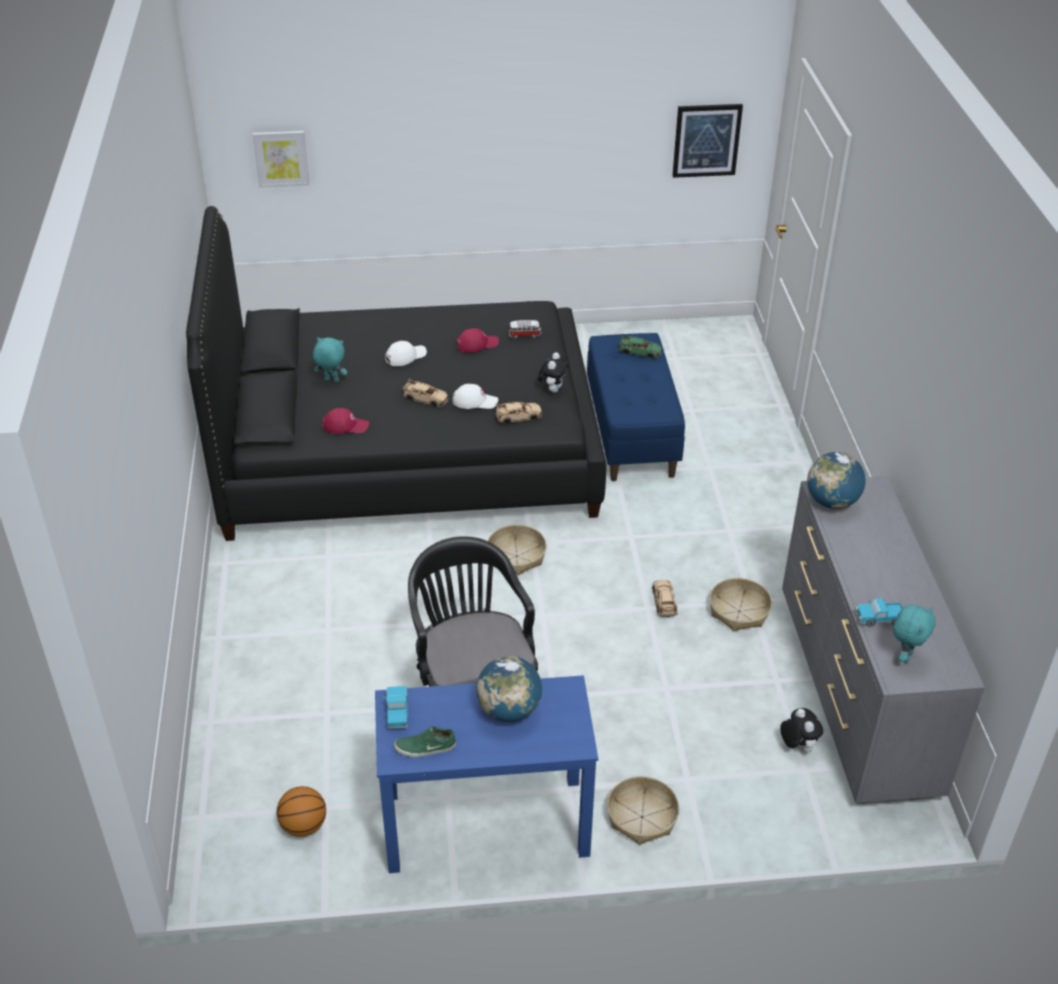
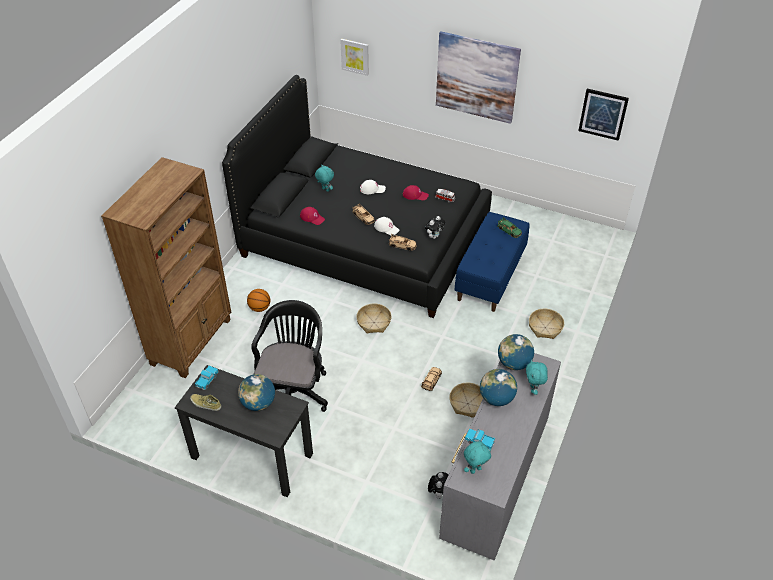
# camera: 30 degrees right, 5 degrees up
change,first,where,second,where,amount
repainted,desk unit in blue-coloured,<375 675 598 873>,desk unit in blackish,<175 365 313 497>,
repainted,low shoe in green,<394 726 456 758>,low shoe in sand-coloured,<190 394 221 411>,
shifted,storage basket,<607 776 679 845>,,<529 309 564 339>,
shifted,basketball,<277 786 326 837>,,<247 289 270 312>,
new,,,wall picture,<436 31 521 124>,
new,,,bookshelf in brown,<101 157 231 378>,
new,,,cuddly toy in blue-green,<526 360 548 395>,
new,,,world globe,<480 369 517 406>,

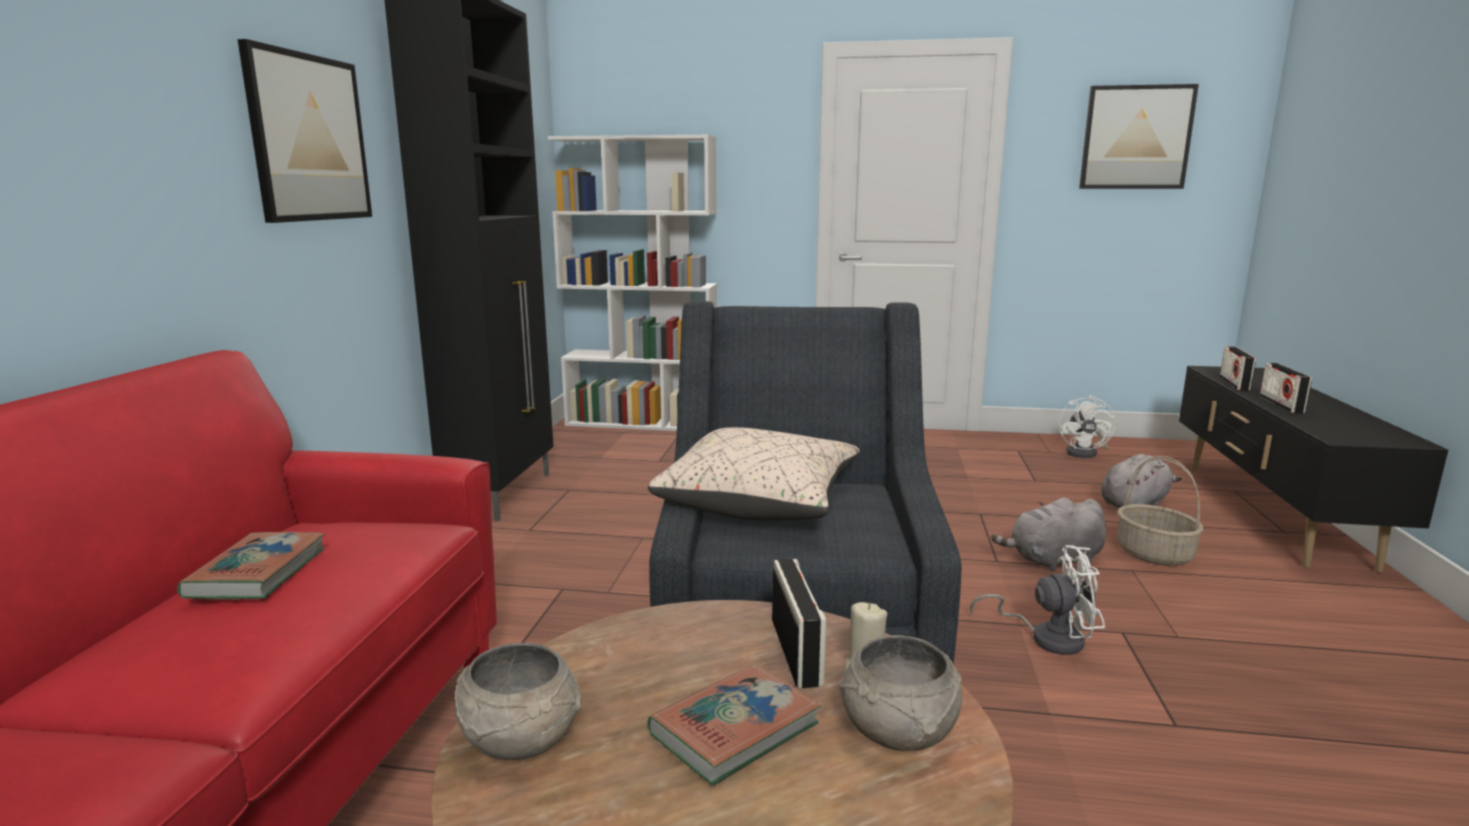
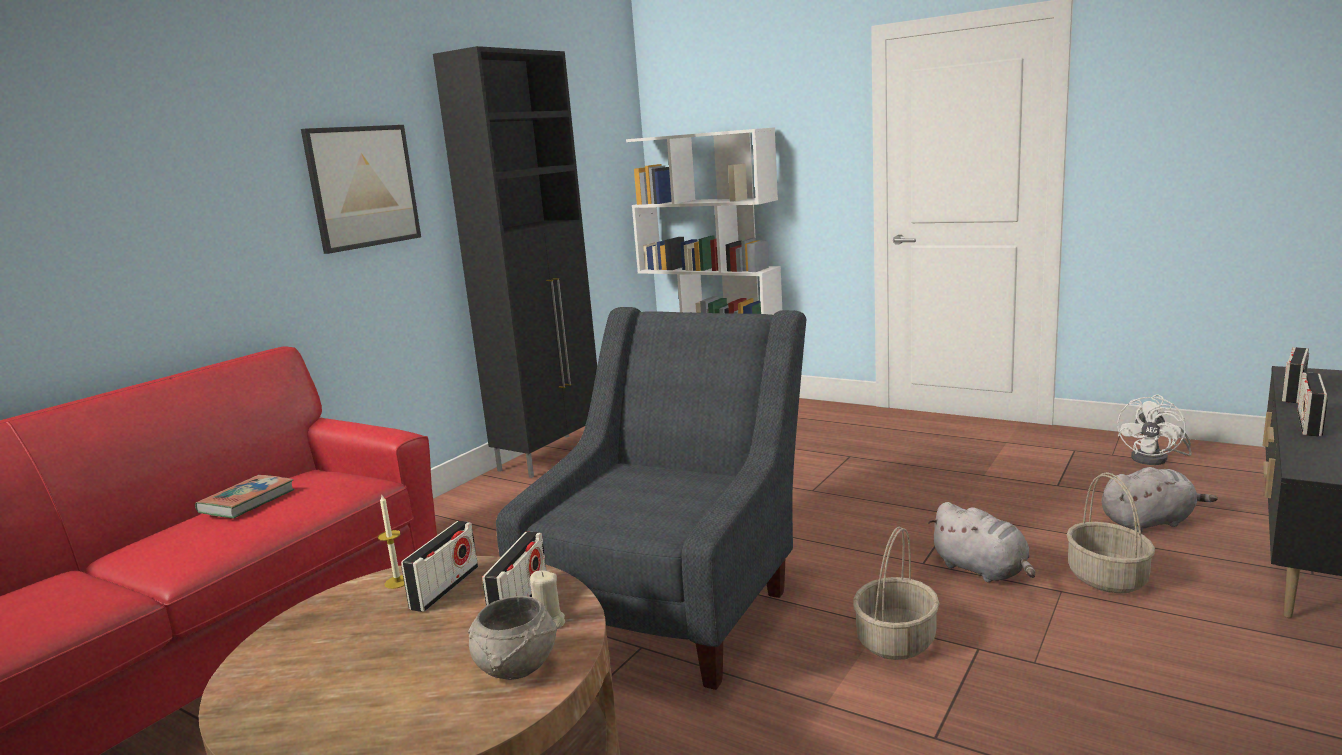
# camera: 25 degrees right, 0 degrees up
change,first,where,second,where,amount
gone,wall picture,<1079 84 1199 189>,,,
gone,pillow in sand-coloured,<648 427 859 520>,,,
rotated,cuddly toy in grey,<991 497 1106 572>,,<928 502 1035 583>,135 degrees counterclockwise
swapped,electric fan in whitish,<970 545 1105 655>,storage basket,<853 527 939 660>,
gone,deep dish in grey,<454 643 582 760>,,,
gone,bound book,<648 664 821 785>,,,
new,,,candle,<378 495 405 589>,
new,,,radio receiver,<401 521 478 612>,

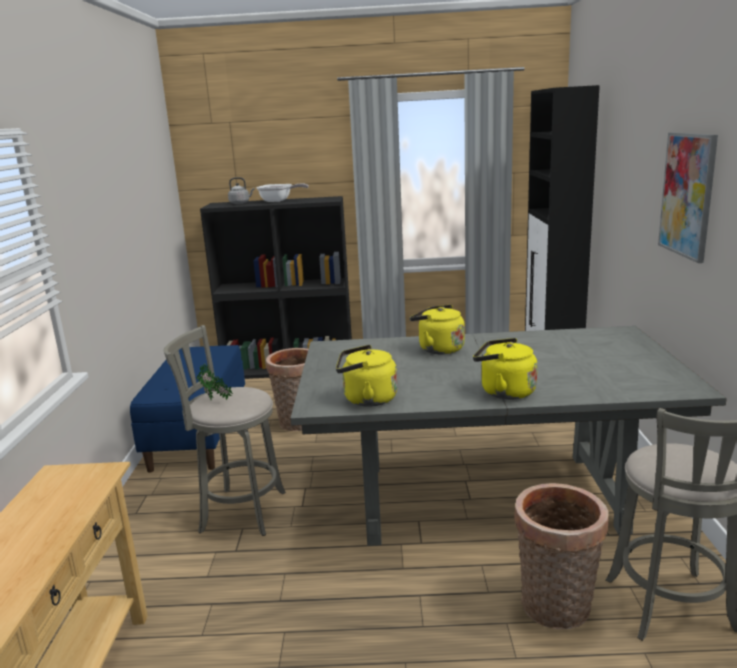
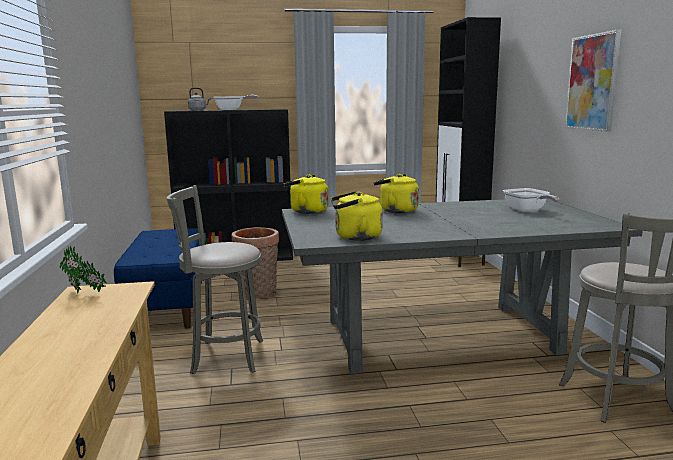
# camera: 10 degrees left, 5 degrees down
change,first,where,second,where,amount
shifted,water kettle in yellow,<473 338 537 400>,,<283 175 329 214>,
shifted,plant in a pot,<197 364 233 400>,,<60 245 106 293>,
gone,storage basket,<514 483 609 629>,,,
new,,,frying pan,<503 188 559 212>,

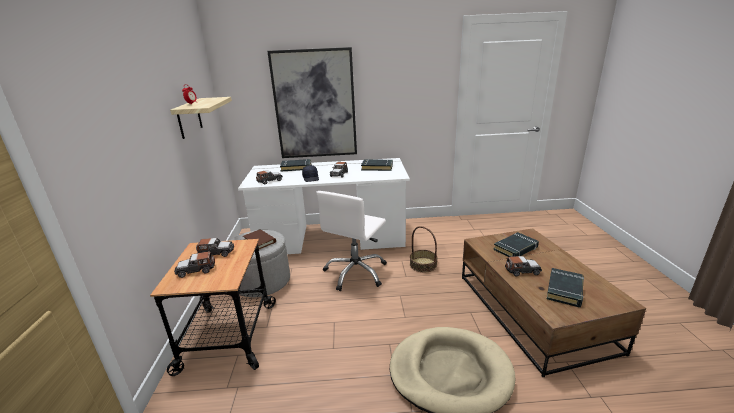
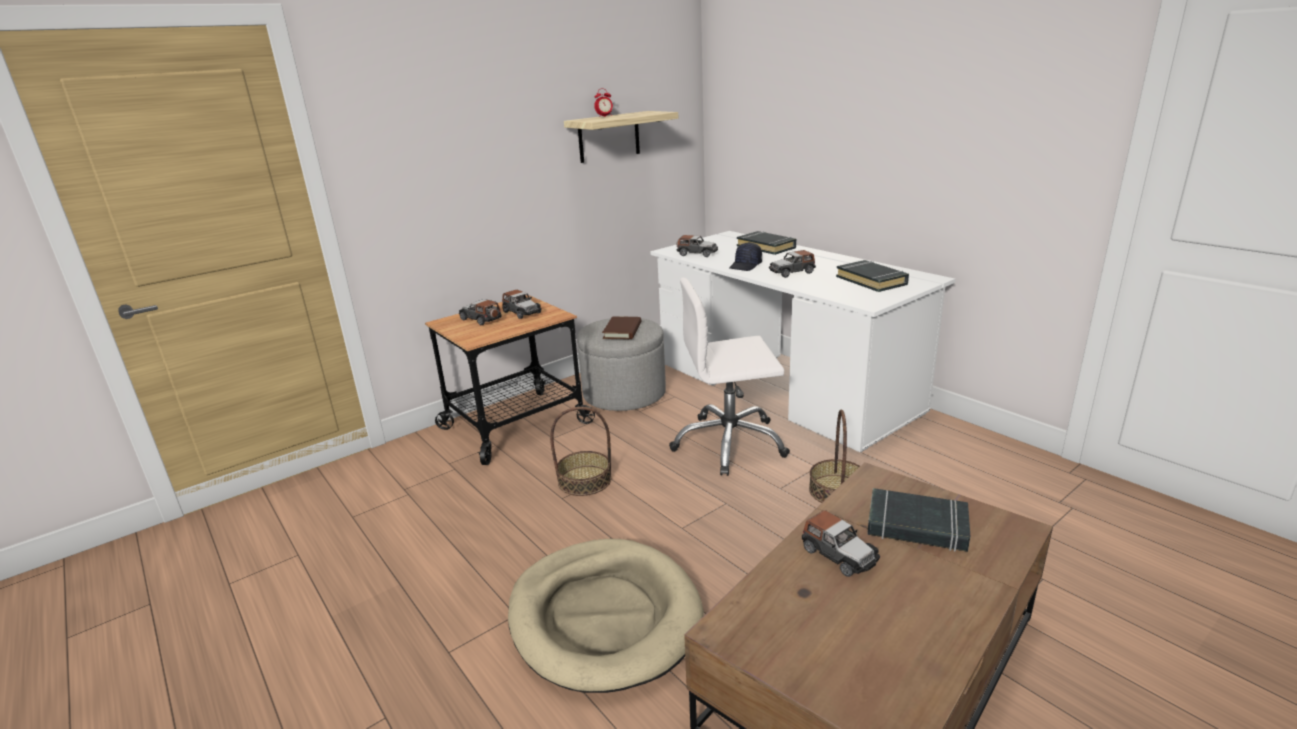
# camera: 55 degrees right, 0 degrees up
change,first,where,second,where,amount
gone,wall picture,<267 47 357 158>,,,
gone,bound book in blackish,<547 268 584 307>,,,
new,,,storage basket,<550 407 611 496>,

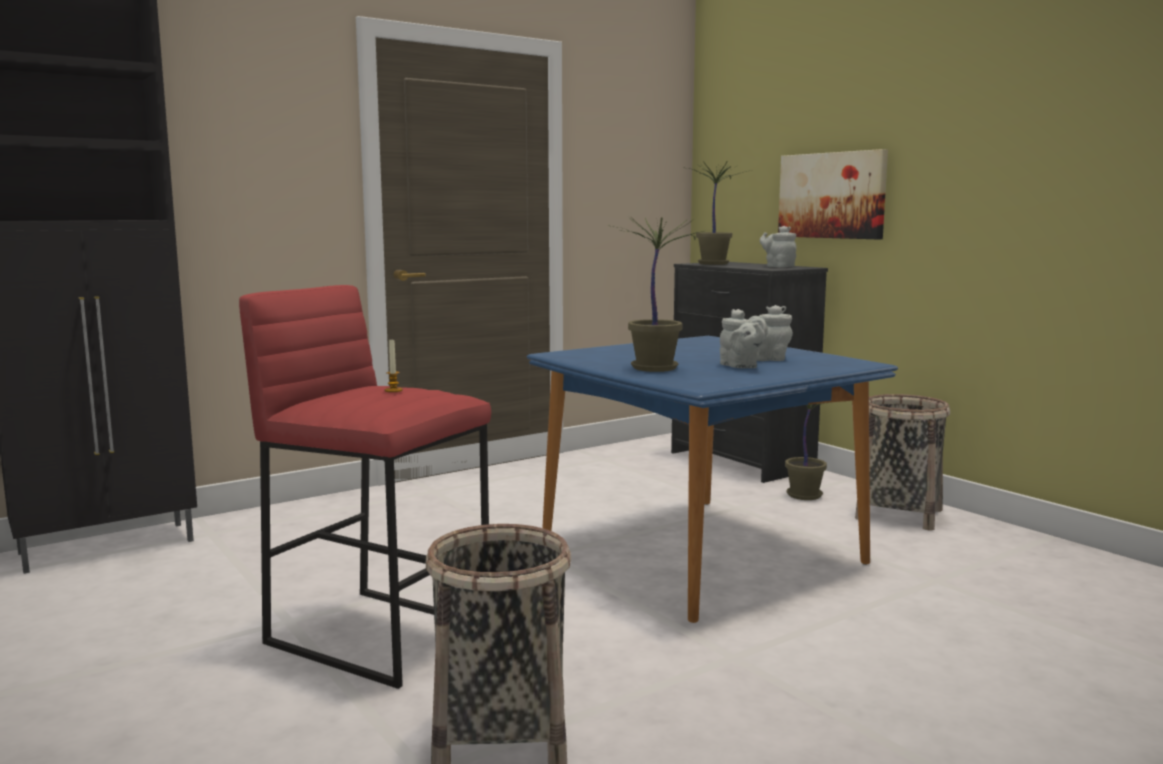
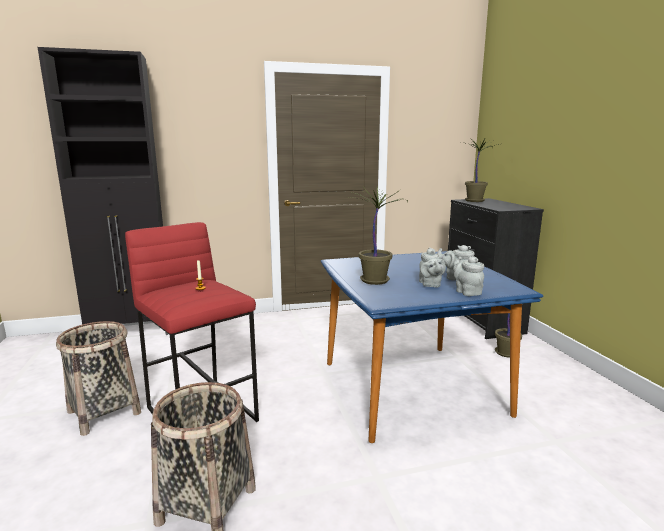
# camera: 20 degrees right, 5 degrees up
change,first,where,second,where,amount
gone,wall picture,<778 149 888 239>,,,
shifted,tea pot in grey,<760 226 796 267>,,<453 256 484 296>,
shifted,storage basket,<855 394 950 530>,,<56 321 141 436>,

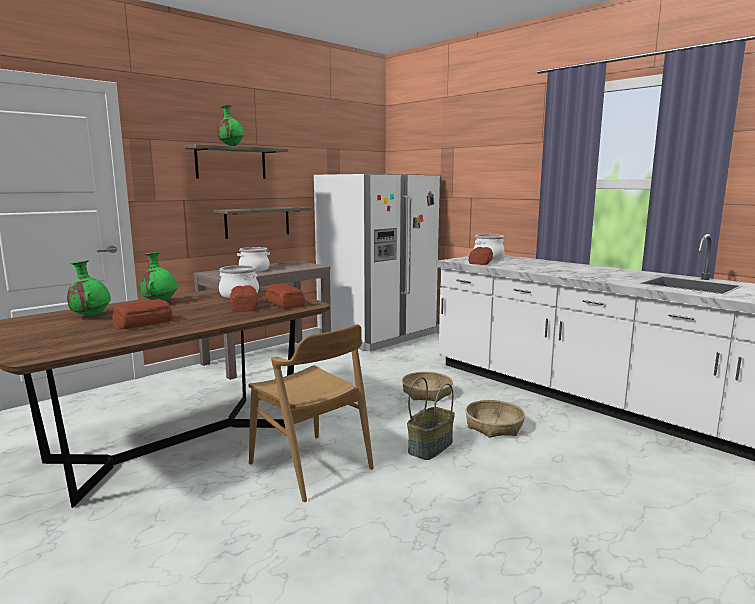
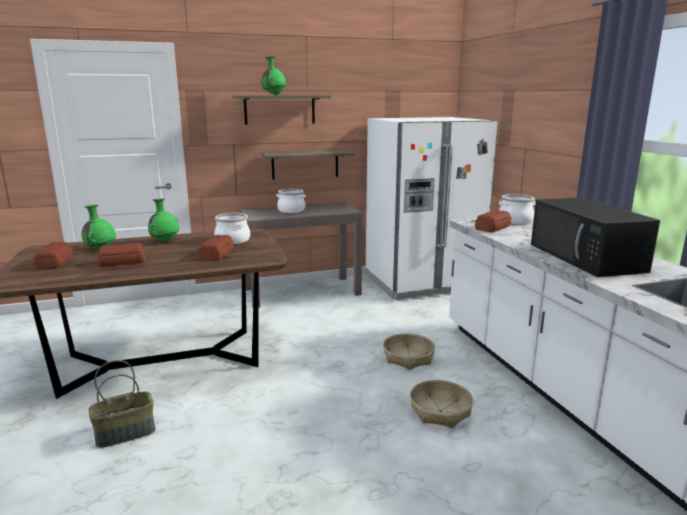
# camera: 25 degrees right, 5 degrees up
change,first,where,second,where,amount
shifted,bakery bread,<266 283 305 309>,,<32 242 74 270>,
gone,chair in brown,<248 324 374 502>,,,
shifted,storage basket,<407 377 455 460>,,<89 360 156 448>,
new,,,microwave oven in blackish,<531 197 660 277>,

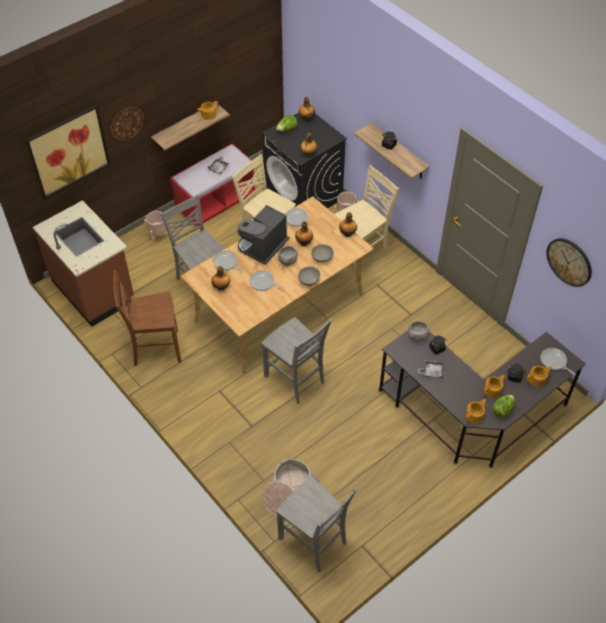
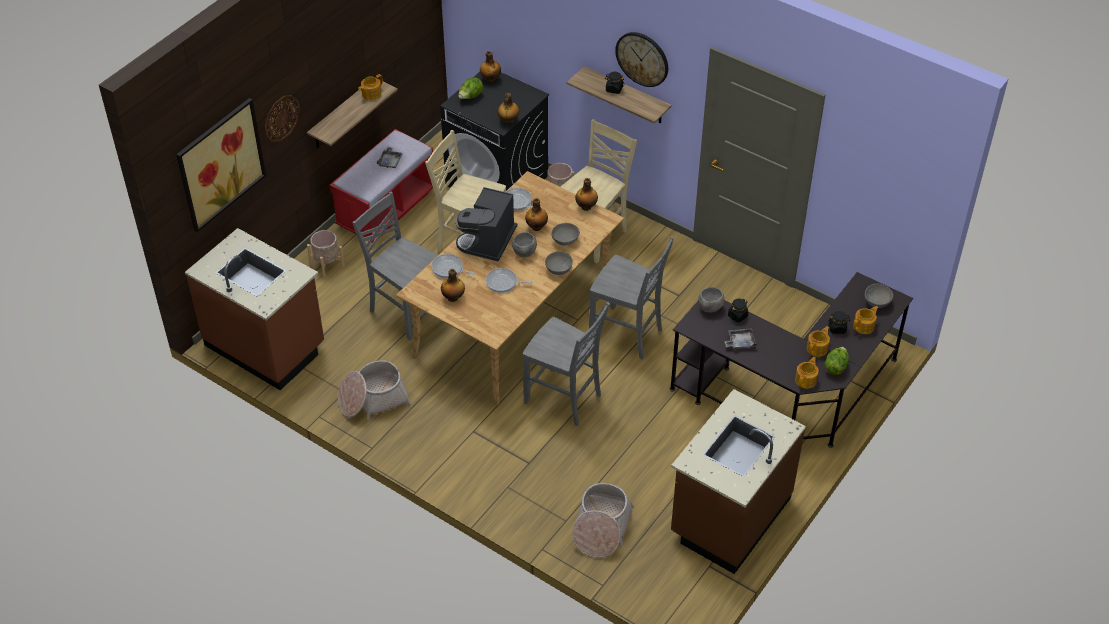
# camera: 15 degrees left, 5 degrees down
change,first,where,second,where,amount
shifted,hanging clock,<546 238 592 287>,,<615 32 668 87>,
swapped,chair in brown,<113 270 181 366>,storage basket,<338 360 412 420>,
swapped,frying pan,<541 348 575 375>,deep dish in grey,<865 283 893 308>,
shifted,chair in grey,<276 477 357 572>,,<589 236 674 359>,
new,,,counter in brown,<671 389 806 574>,

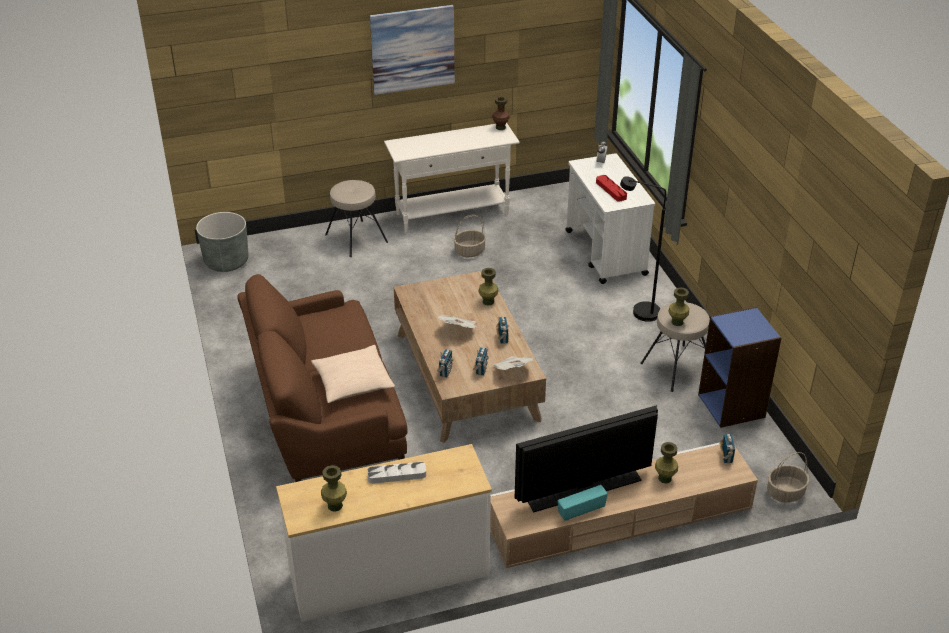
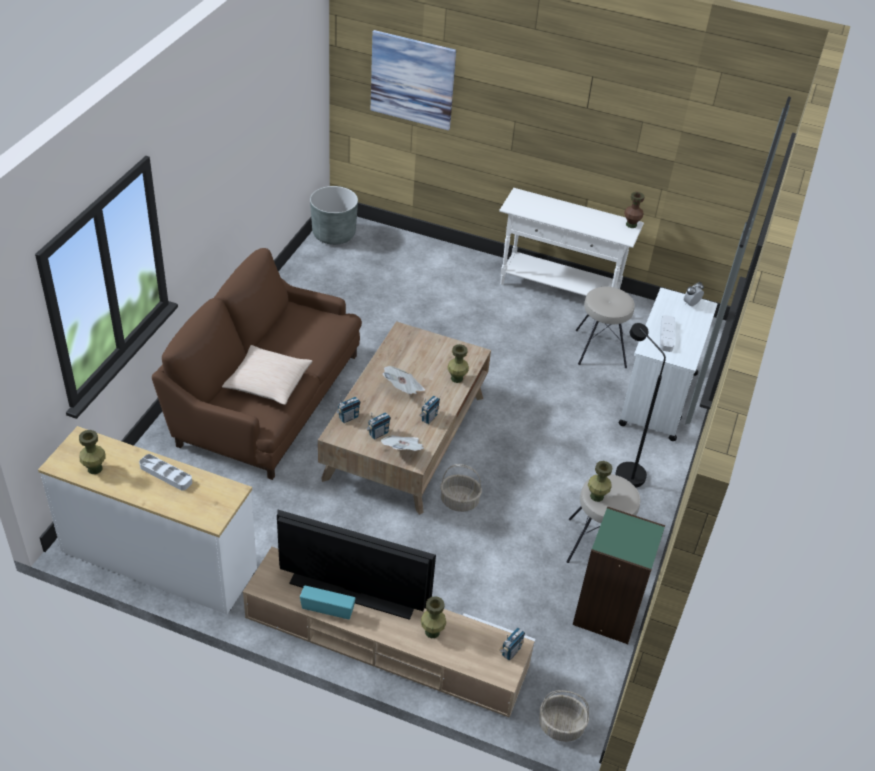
# camera: 35 degrees right, 5 degrees up
change,first,where,second,where,amount
shifted,wall picture,<370 5 455 95>,,<371 30 456 131>,
repainted,tray in red,<596 175 627 202>,tray in grey,<659 315 675 352>,
shifted,stool seat in sand-coloured,<325 180 388 257>,,<575 287 635 368>,
shifted,storage basket,<454 215 486 257>,,<440 464 482 512>,
repainted,bookshelf in blue-coloured,<698 307 782 428>,bookshelf in green,<573 506 665 644>,

